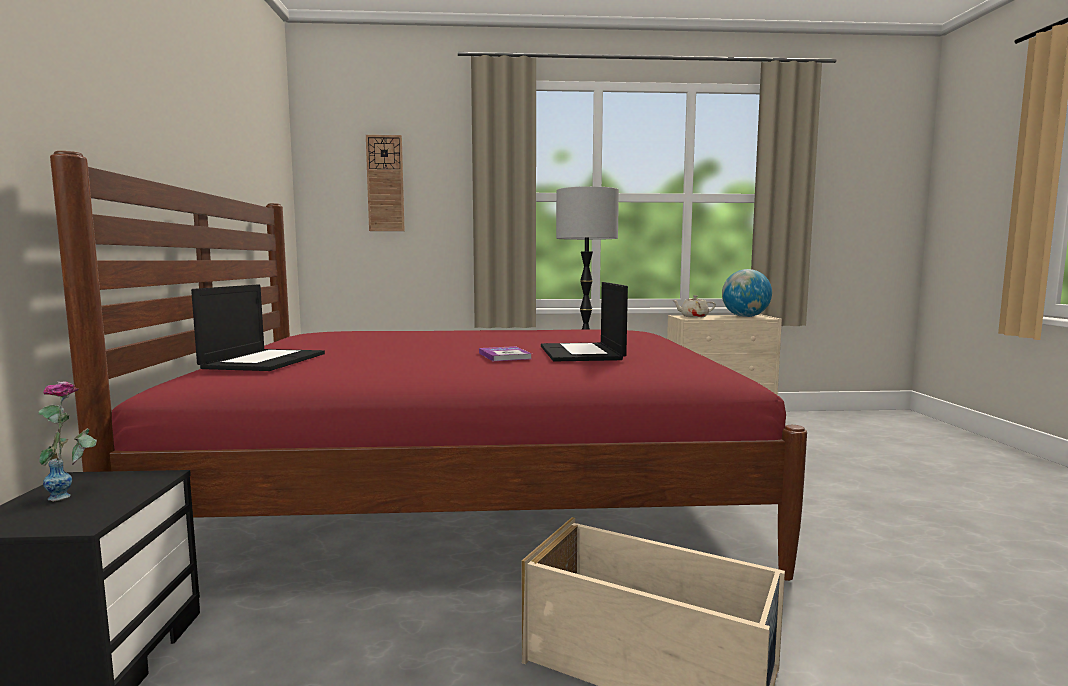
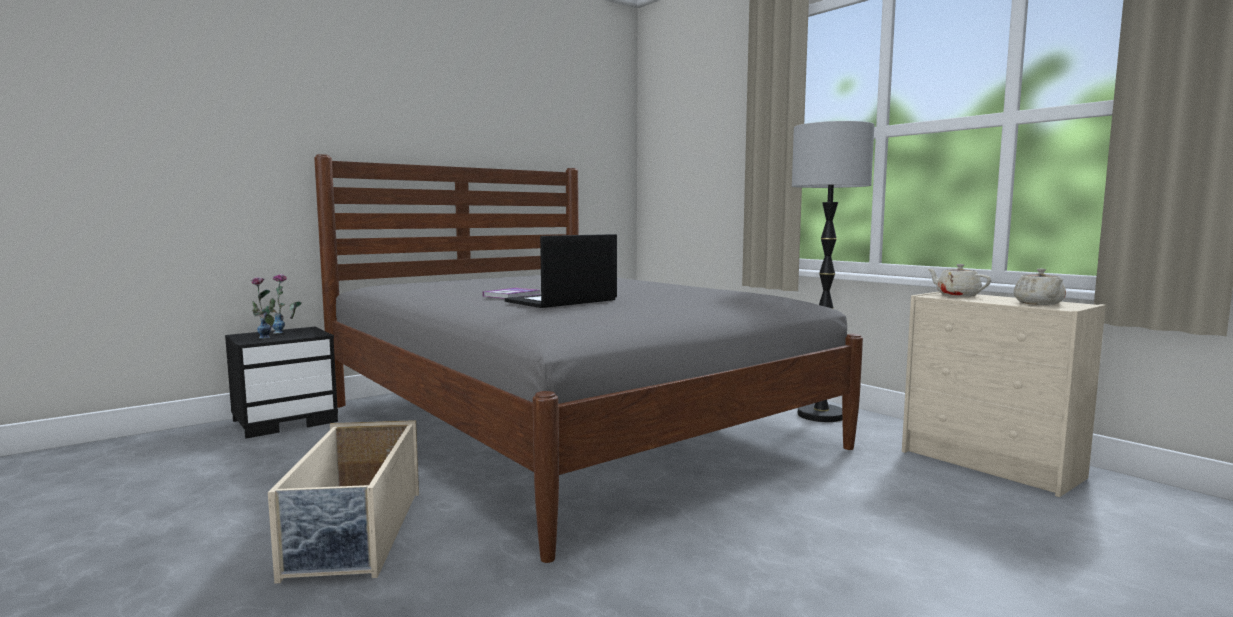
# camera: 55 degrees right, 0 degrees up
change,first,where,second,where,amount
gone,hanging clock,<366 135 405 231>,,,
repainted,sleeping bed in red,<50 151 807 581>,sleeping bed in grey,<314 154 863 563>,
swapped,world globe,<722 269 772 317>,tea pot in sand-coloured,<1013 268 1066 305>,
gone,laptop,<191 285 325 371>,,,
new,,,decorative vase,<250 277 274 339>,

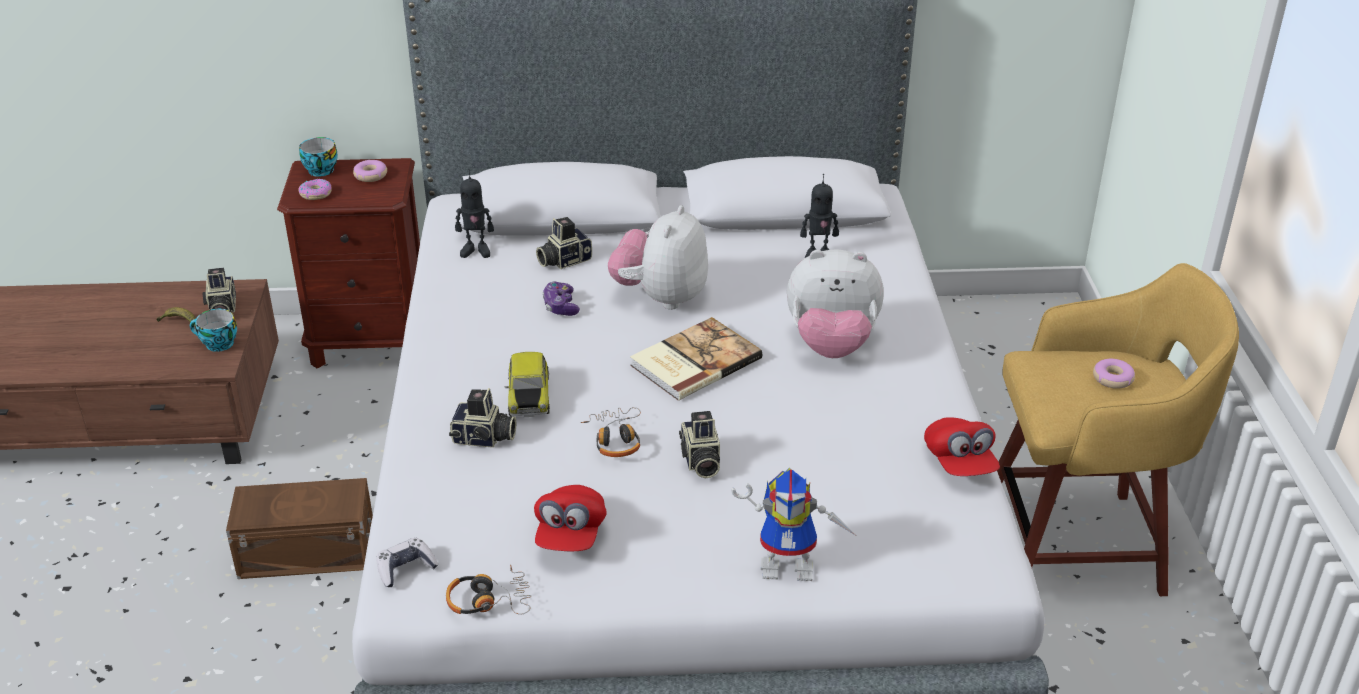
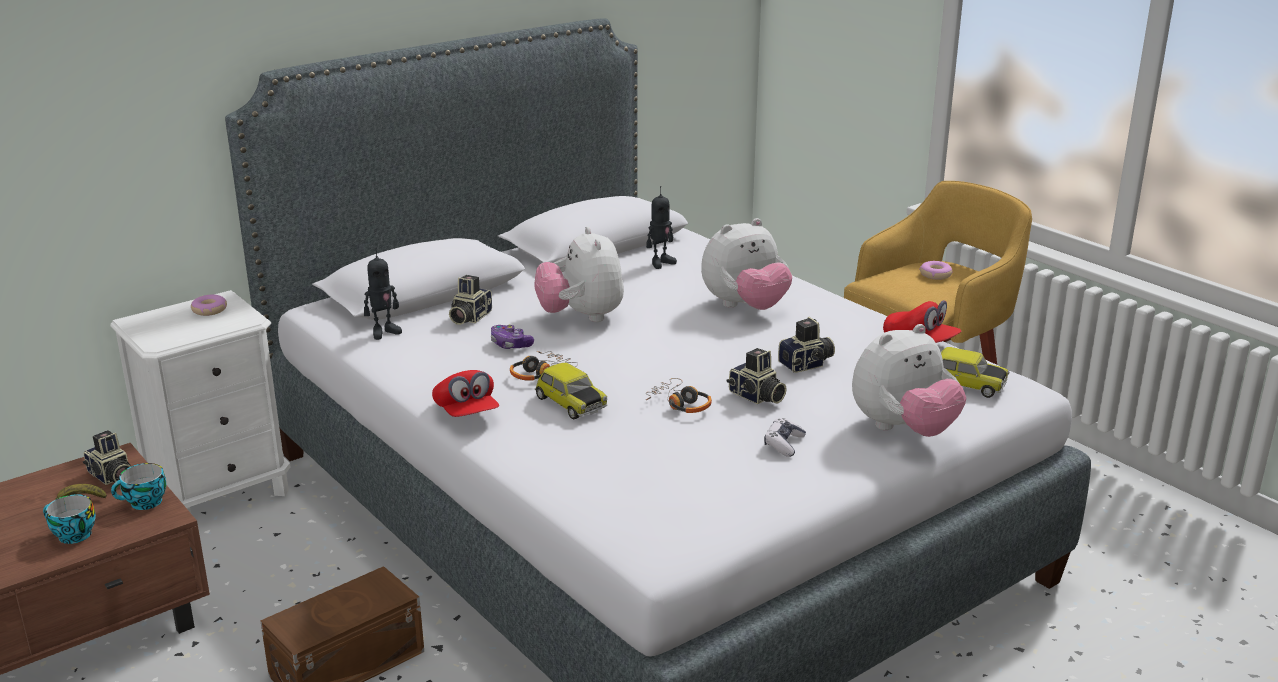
# camera: 35 degrees left, 10 degrees down
change,first,where,second,where,amount
shifted,small cup,<299 137 338 177>,,<43 494 96 544>,
repainted,nightstand in brown,<277 158 420 369>,nightstand in whitish,<110 290 290 513>,
gone,ring doughnut,<298 179 331 200>,,,
gone,bound book,<630 317 762 401>,,,
shifted,still camera,<449 388 516 448>,,<778 317 835 373>,
swapped,toy robot,<731 468 855 581>,cuddly toy,<852 324 966 437>,
shifted,baseball cap in red,<534 485 607 552>,,<432 370 499 417>,
shifted,joypad,<377 538 439 587>,,<764 418 806 457>,
shifted,pair of headphones,<446 565 532 615>,,<510 351 578 381>,
new,,,miniature car,<941 347 1009 398>,

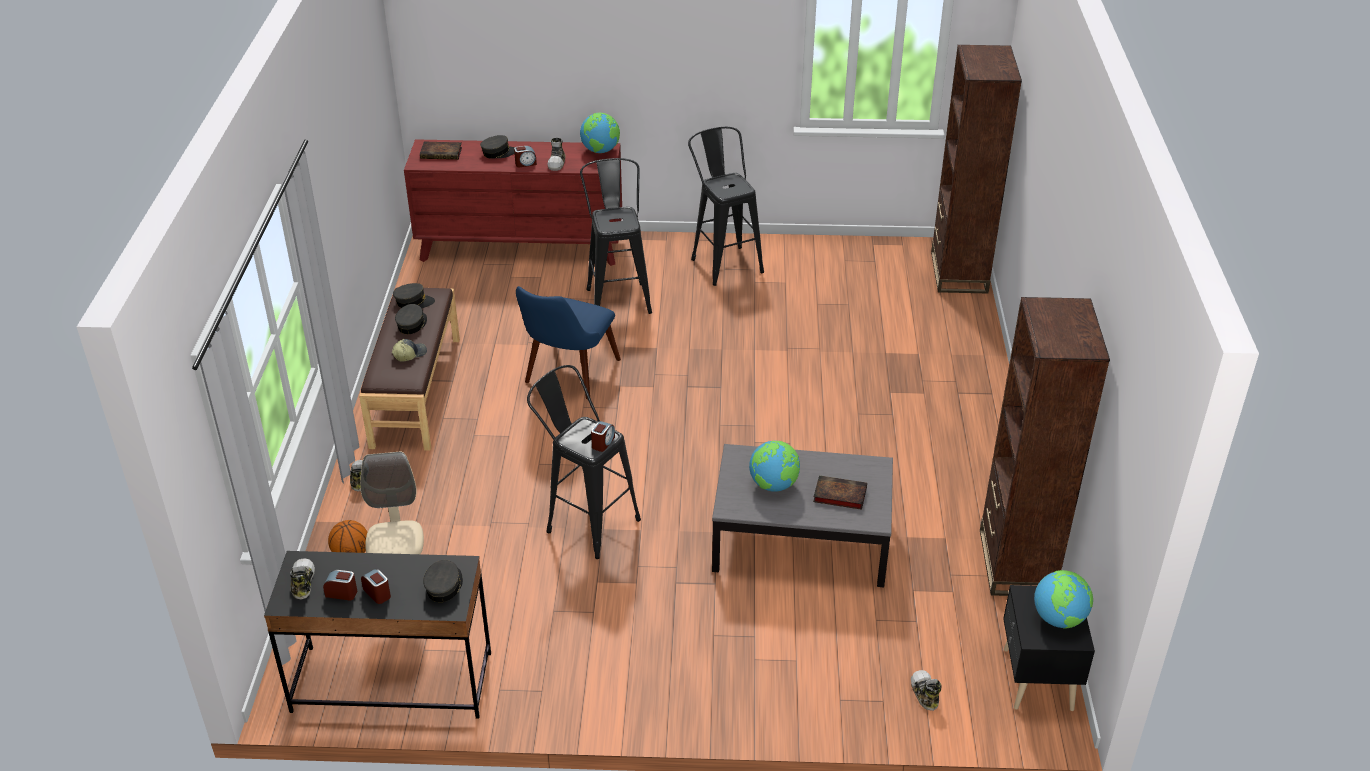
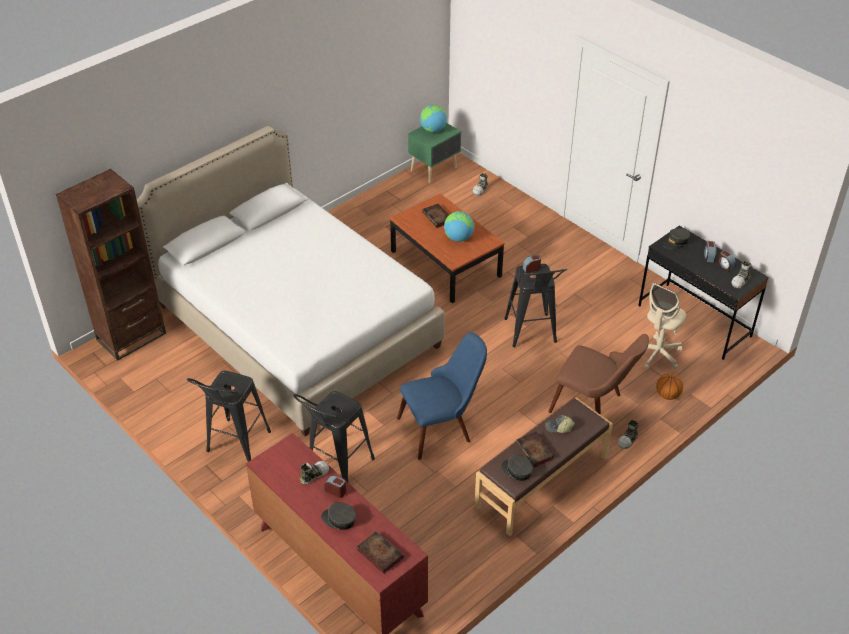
# camera: 135 degrees left, 5 degrees up
change,first,where,second,where,amount
gone,world globe,<580 113 620 153>,,,
gone,bookshelf in brown,<980 297 1110 596>,,,
swapped,baseball cap in grey,<395 304 427 334>,bound book,<516 432 555 467>,
repainted,lounge table in grey,<712 444 893 587>,lounge table in brown,<390 193 504 303>,
repainted,nightstand in blackish,<1003 585 1095 711>,nightstand in green,<408 123 461 183>,
new,,,sleeping bed in whitish,<137 126 445 436>,
new,,,chair in brown,<548 334 649 415>,

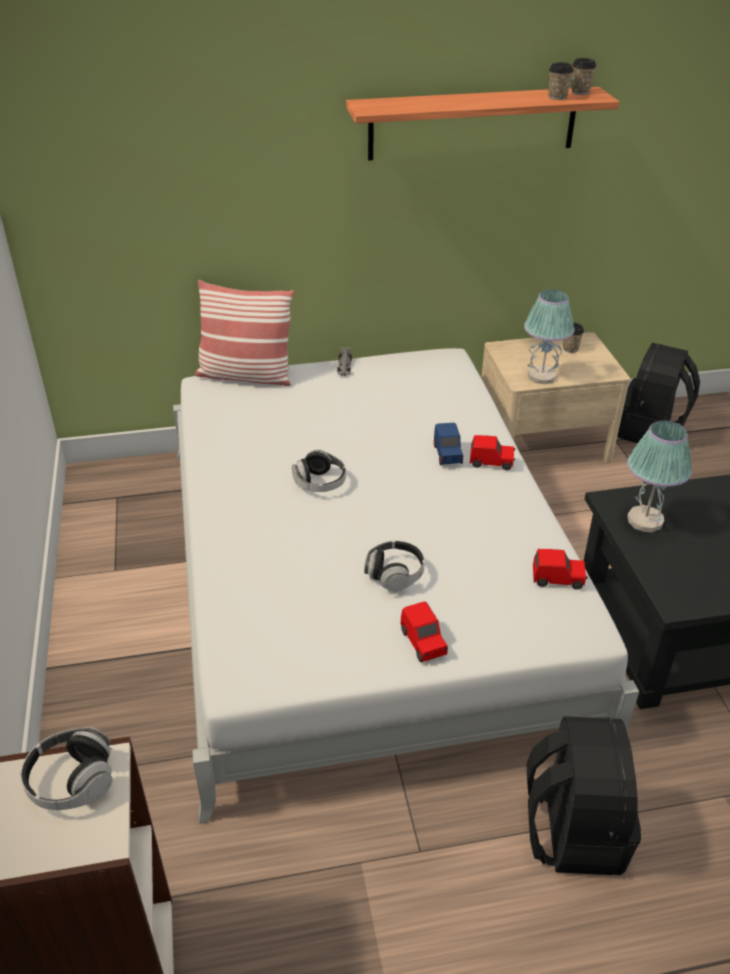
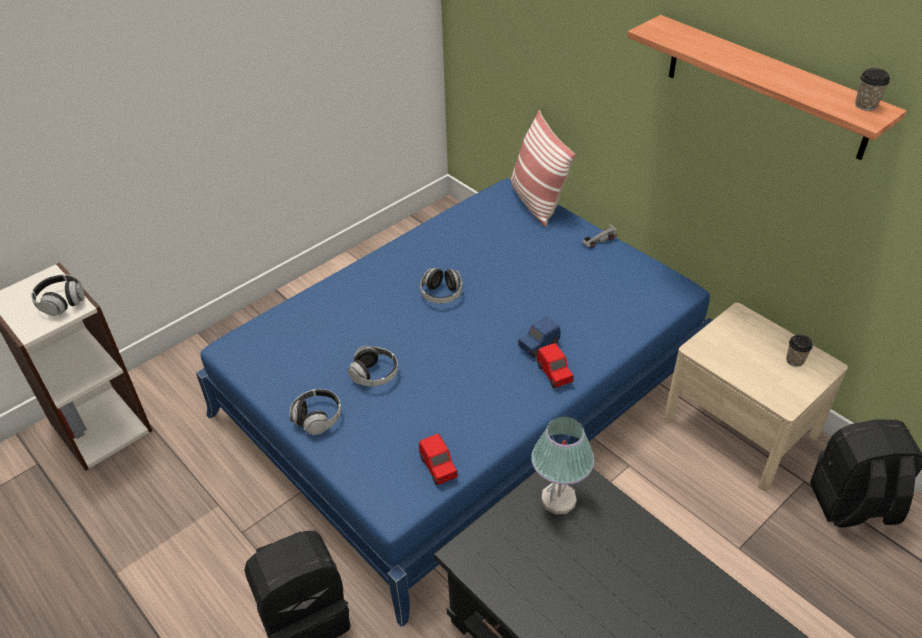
# camera: 60 degrees right, 5 degrees up
change,first,where,second,where,amount
gone,small cup,<548 62 573 100>,,,
gone,table lamp,<524 289 575 384>,,,
repainted,sleeping bed in whitish,<173 348 639 824>,sleeping bed in blue-coloured,<196 178 713 627>,
swapped,miniature car in red,<401 601 448 662>,pair of headphones,<289 389 341 435>,

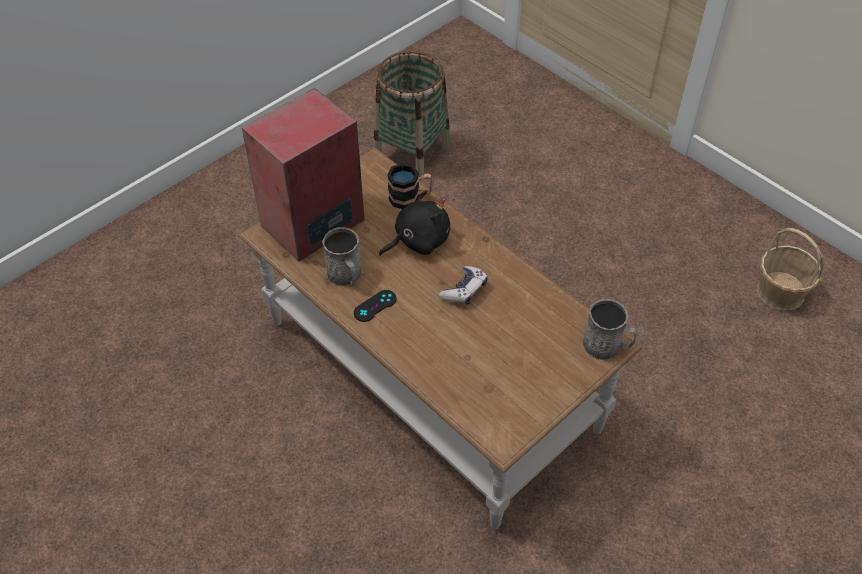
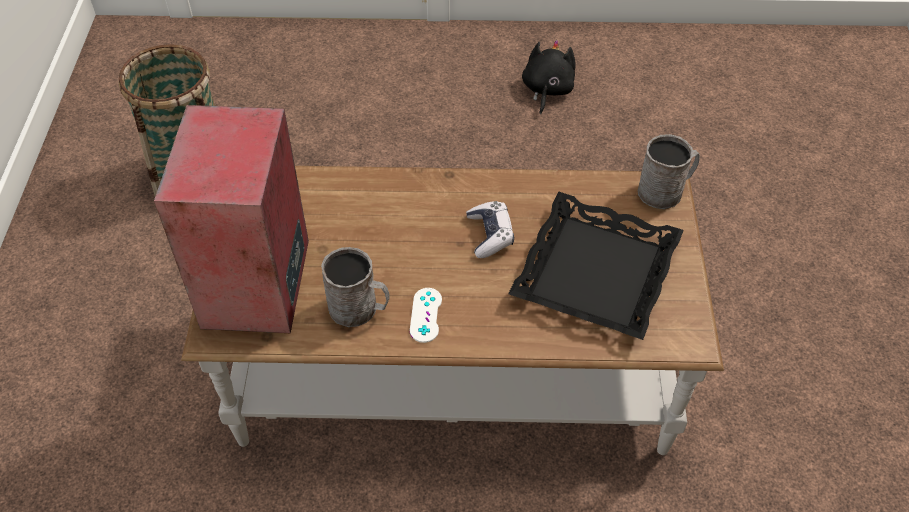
# camera: 45 degrees left, 0 degrees up
change,first,where,second,where,amount
gone,tea mug,<387 163 433 209>,,,
shifted,cuddly toy in blackish,<379 190 450 256>,,<522 40 576 115>,
gone,storage basket,<757 228 824 311>,,,
repainted,joypad in blackish,<353 290 397 322>,joypad in whitish,<410 288 442 343>,
new,,,tray in blackish,<508 191 684 340>,

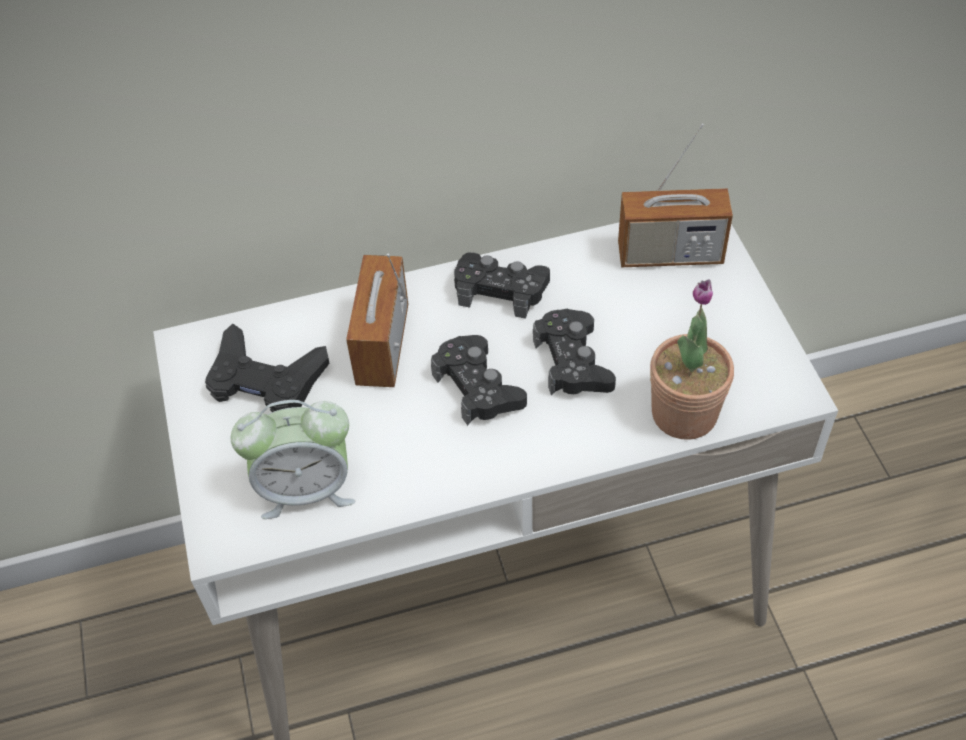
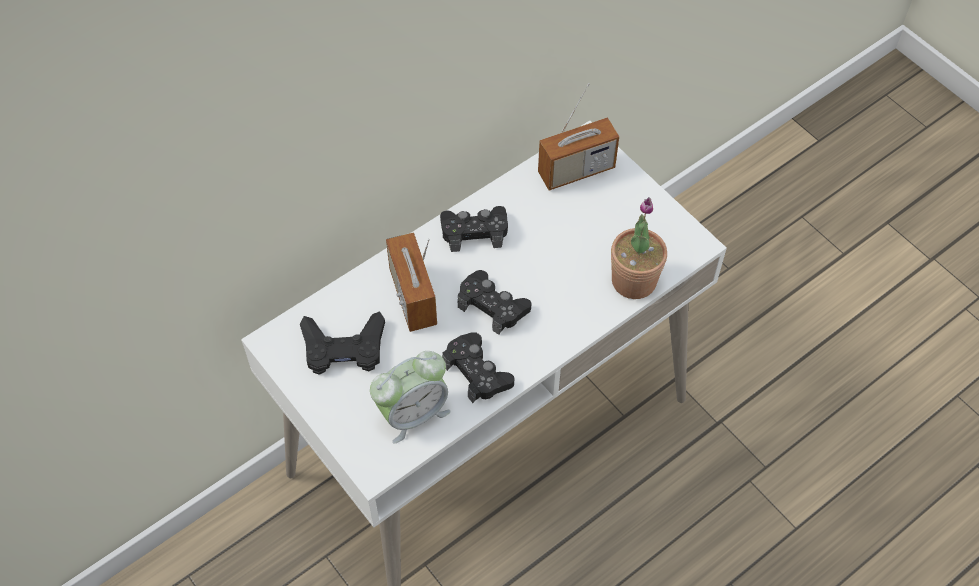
# camera: 25 degrees left, 5 degrees up
change,first,where,second,where,amount
shifted,joypad in blackish,<533 309 616 395>,,<442 332 514 403>,

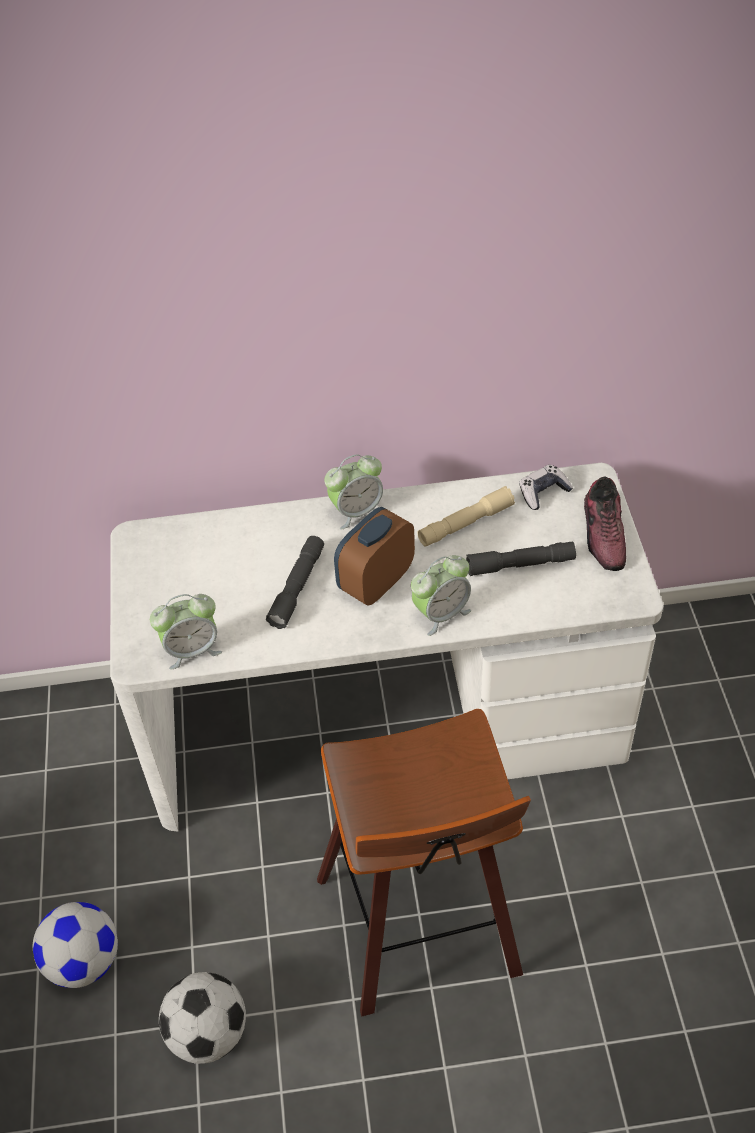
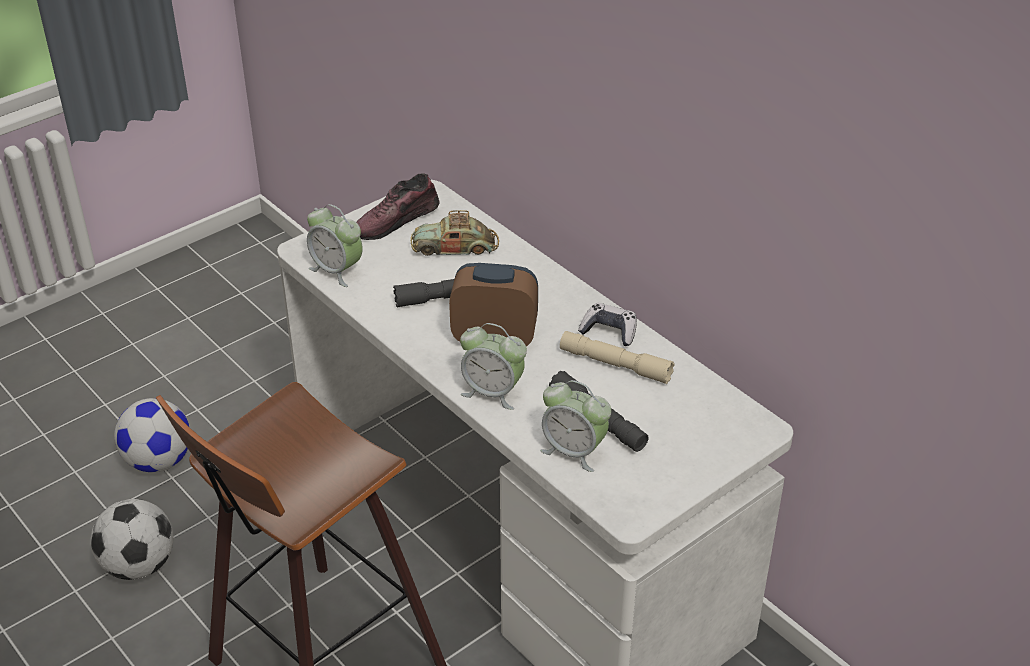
# camera: 55 degrees right, 10 degrees down
change,first,where,second,where,amount
shifted,bedside clock,<324 454 383 530>,,<540 380 611 472>,
shifted,joypad,<519 464 573 510>,,<578 303 637 346>,
shifted,low shoe,<584 476 626 571>,,<356 173 440 240>,
new,,,miniature car,<411 210 499 256>,

